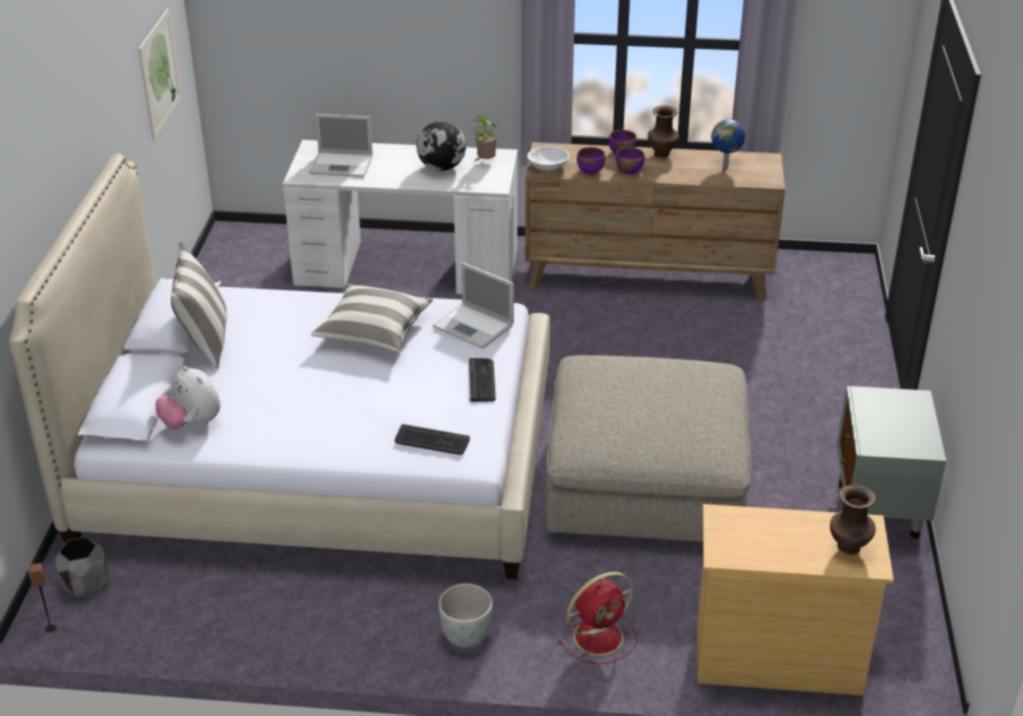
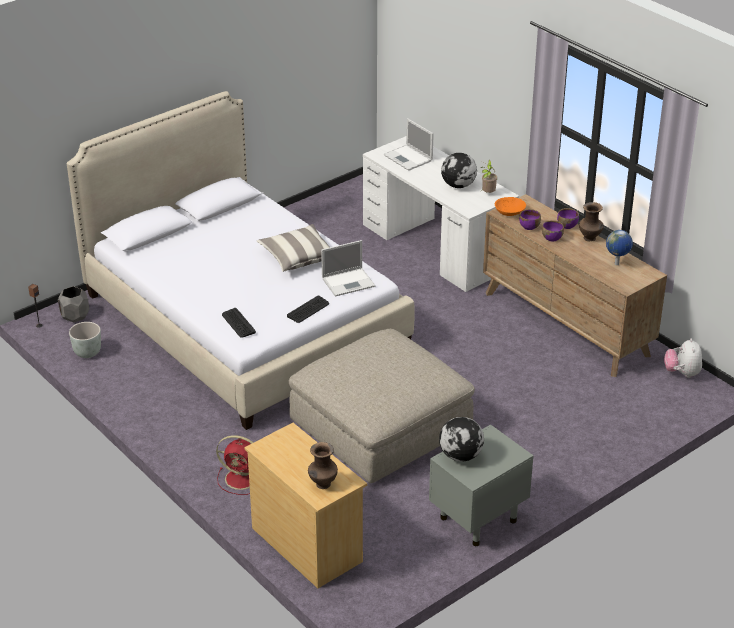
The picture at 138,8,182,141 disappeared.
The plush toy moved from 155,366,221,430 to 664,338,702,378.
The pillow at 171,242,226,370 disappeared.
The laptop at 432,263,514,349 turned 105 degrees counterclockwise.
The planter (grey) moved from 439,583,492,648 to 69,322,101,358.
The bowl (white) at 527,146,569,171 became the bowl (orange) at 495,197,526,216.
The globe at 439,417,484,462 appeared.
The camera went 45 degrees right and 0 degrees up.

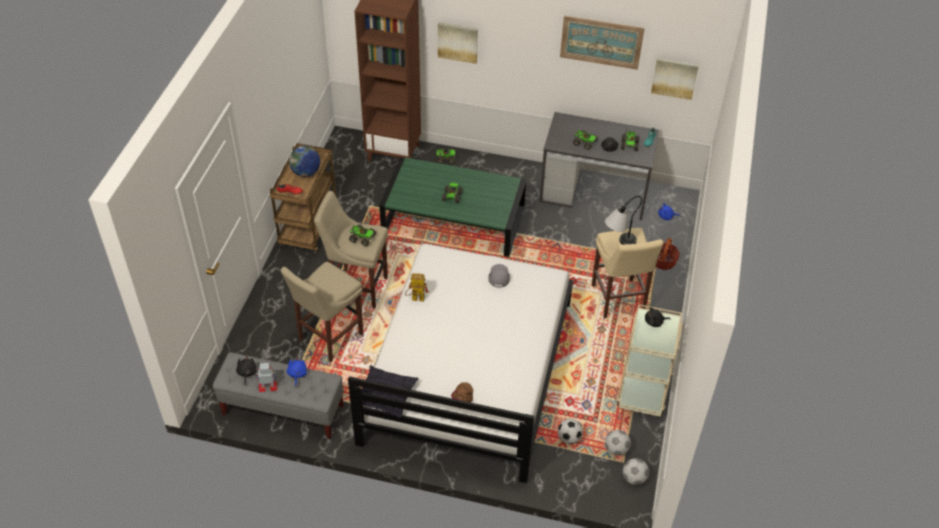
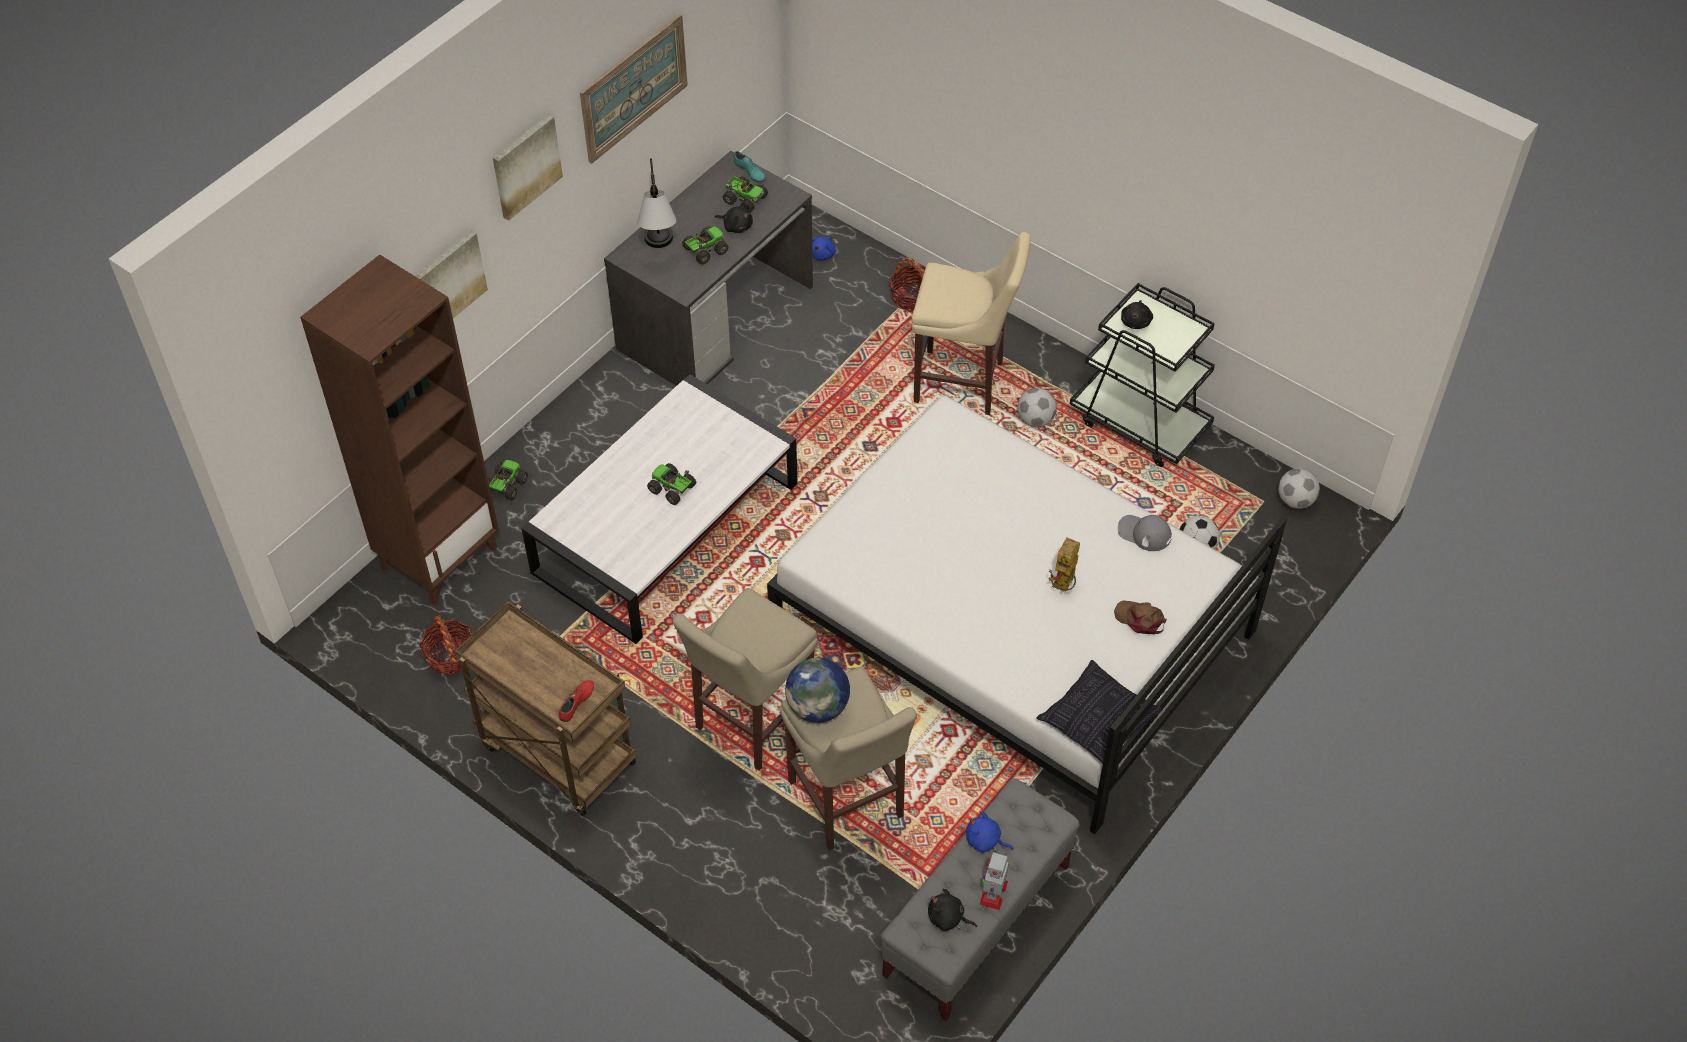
The globe moved from 289,146,320,177 to 785,658,850,723.
The toy truck at 349,225,376,247 disappeared.
The coffee table (green) at 379,157,527,257 became the coffee table (white) at 522,374,798,644.
The toy robot moved from 405,273,429,302 to 1049,538,1080,592.
The cap (grey) moved from 488,264,510,288 to 1118,515,1172,551.
The table lamp moved from 605,196,642,244 to 637,158,677,248.
The football moved from 605,430,631,456 to 1017,388,1057,427.
The cart (beige) at 616,304,683,417 became the cart (black) at 1070,283,1215,467.
The picture moved from 651,58,699,100 to 493,114,563,221.
The basket at 419,615,473,675 appeared.
The camera went 65 degrees left and 5 degrees up.

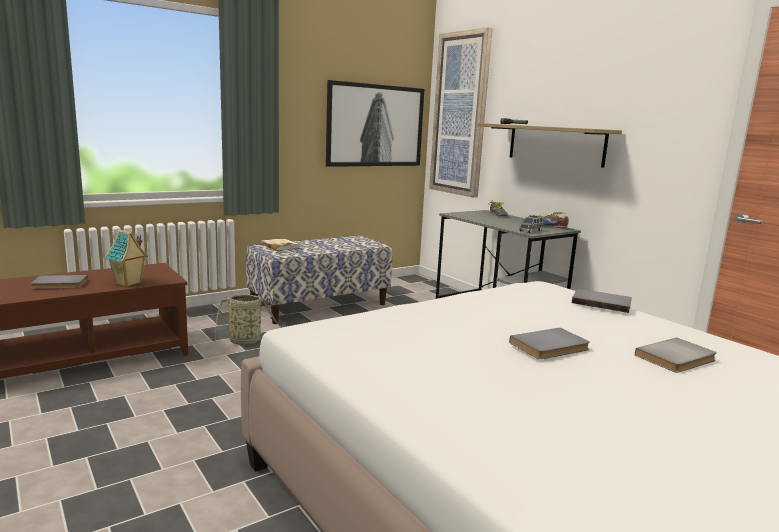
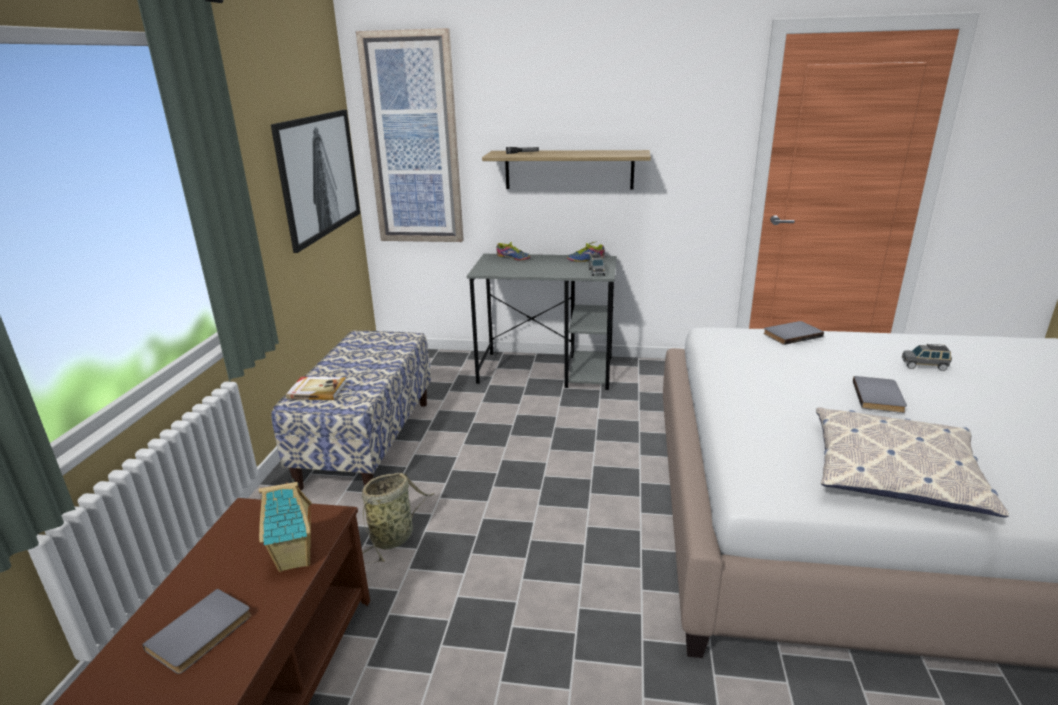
The book (grey) at 635,338,717,373 was replaced by the toy car (grey) at 902,344,952,371.
The pillow at 816,407,1009,518 appeared.
The camera went 45 degrees left and 10 degrees up.

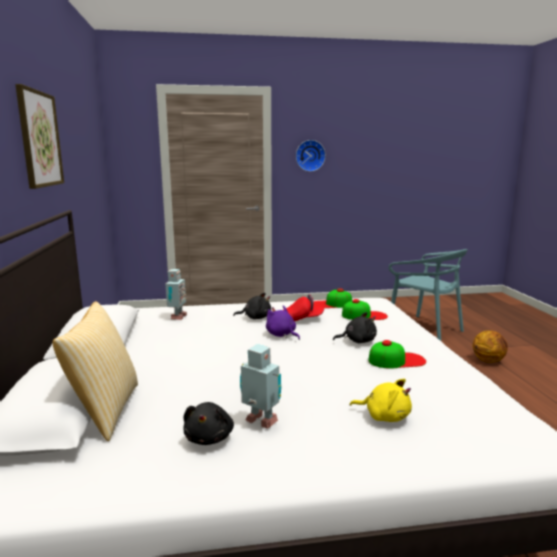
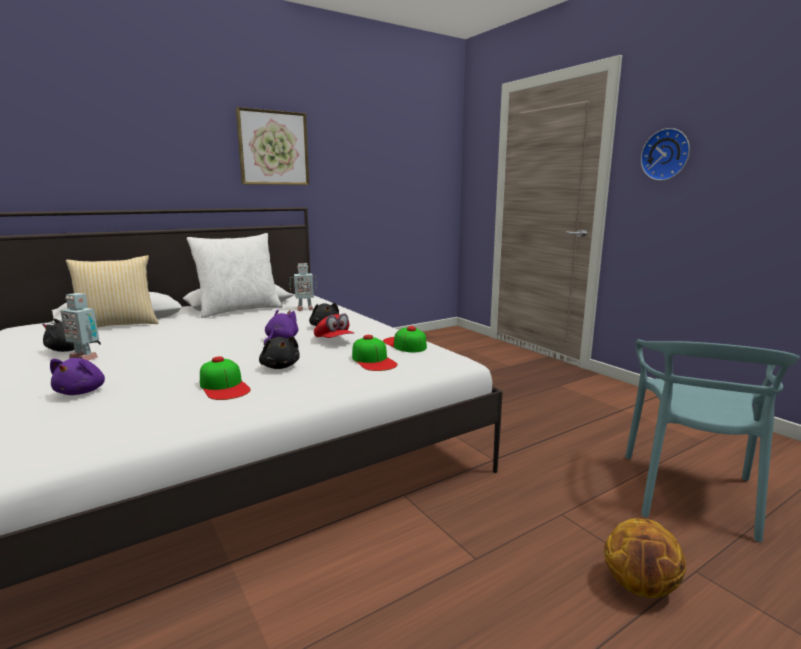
The toy robot at 240,344,281,429 turned 105 degrees clockwise.
The plush toy (yellow) at 350,379,412,422 became the plush toy (purple) at 50,358,105,395.
The pillow (white) at 187,233,283,318 appeared.
The camera went 65 degrees right and 0 degrees up.

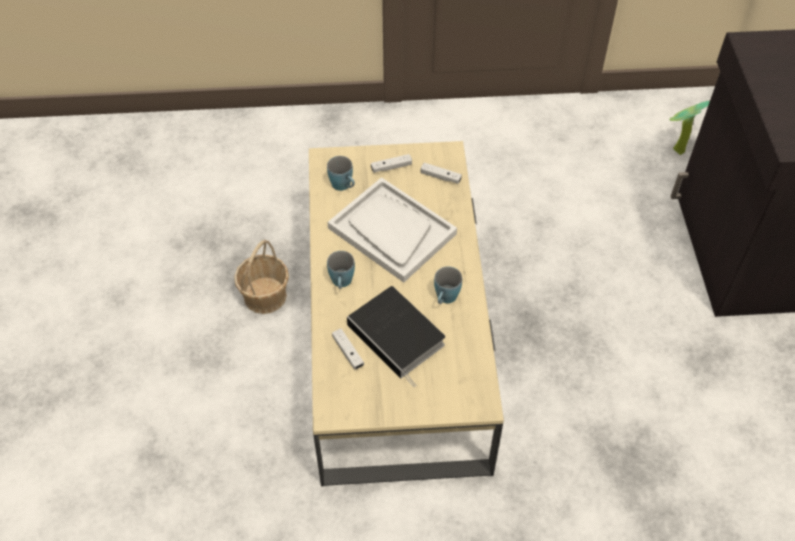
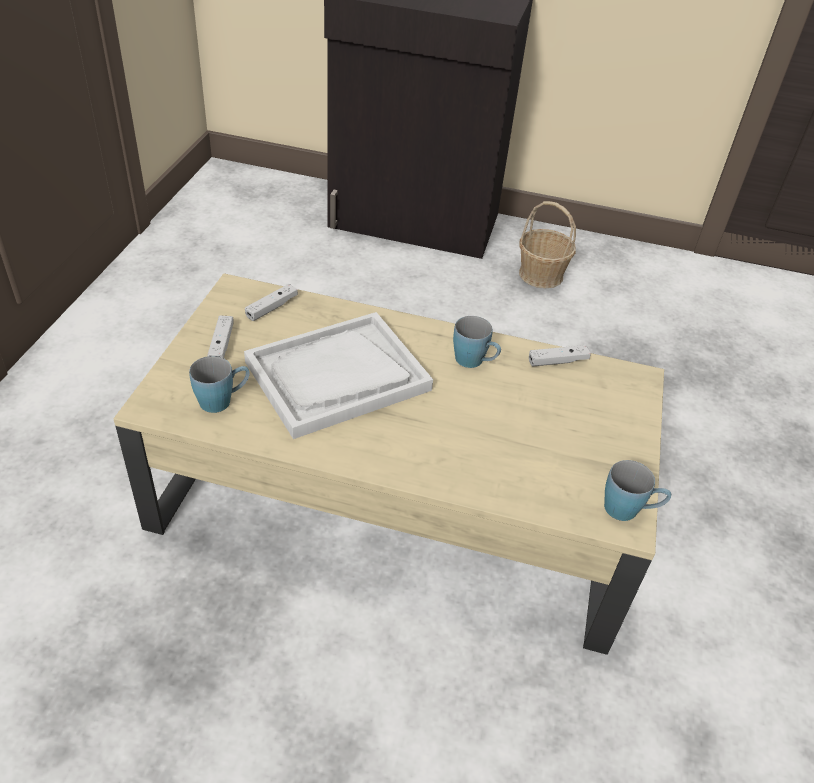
The basket moved from 234,240,289,314 to 519,201,576,288.
The mug (blue) moved from 327,251,355,289 to 604,460,671,521.
The game controller (white) moved from 332,328,364,370 to 529,345,591,366.
The book at 347,286,445,387 disappeared.
The potted plant at 669,101,710,155 disappeared.
The camera went 75 degrees left and 10 degrees down.

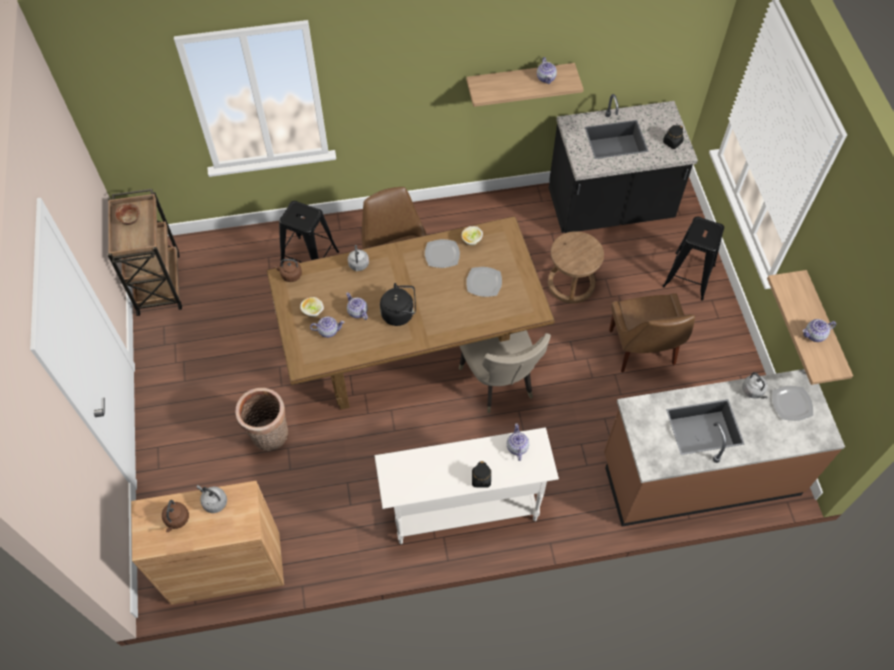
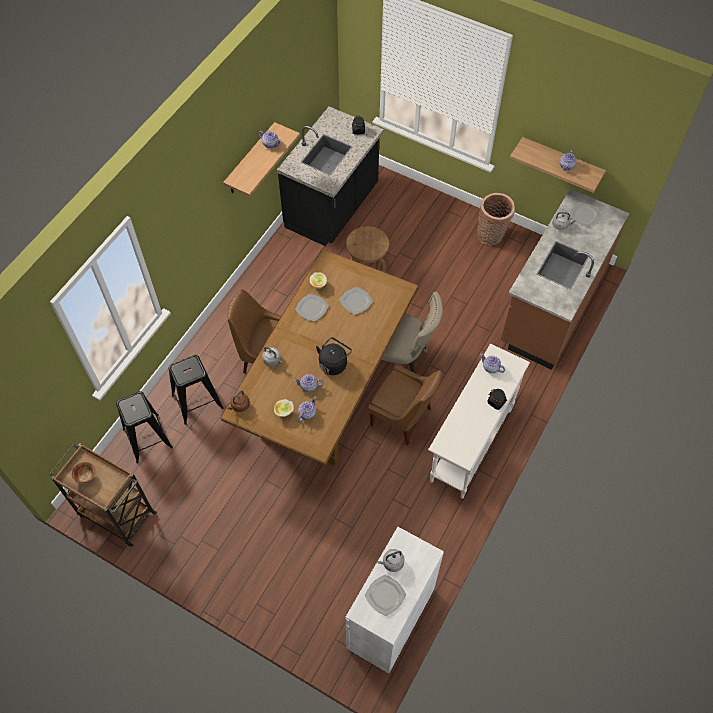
The cabinet (brown) at 131,481,284,605 became the cabinet (white) at 345,527,444,673.
The kettle (brown) at 162,500,189,532 was replaced by the plate at 365,575,406,616.
The basket moved from 235,388,288,451 to 477,193,515,245.
The chair (brown) moved from 609,293,695,372 to 368,365,442,446.
The stool (black) moved from 663,216,724,300 to 116,391,173,463.
The camera went 50 degrees left and 0 degrees up.

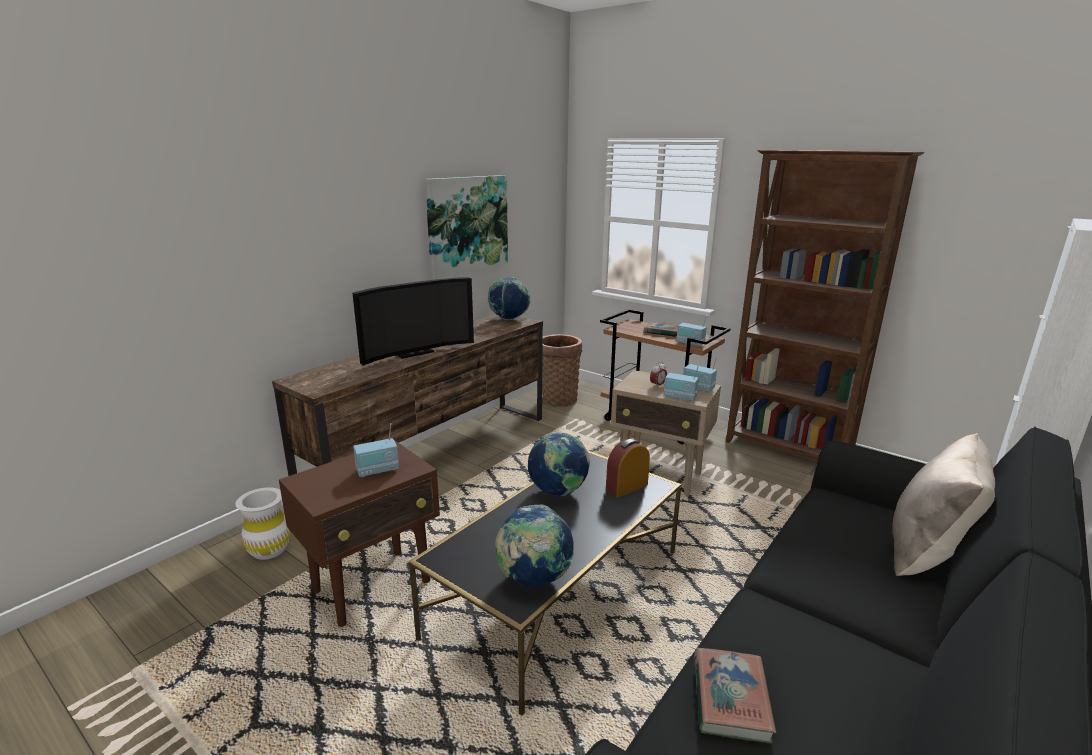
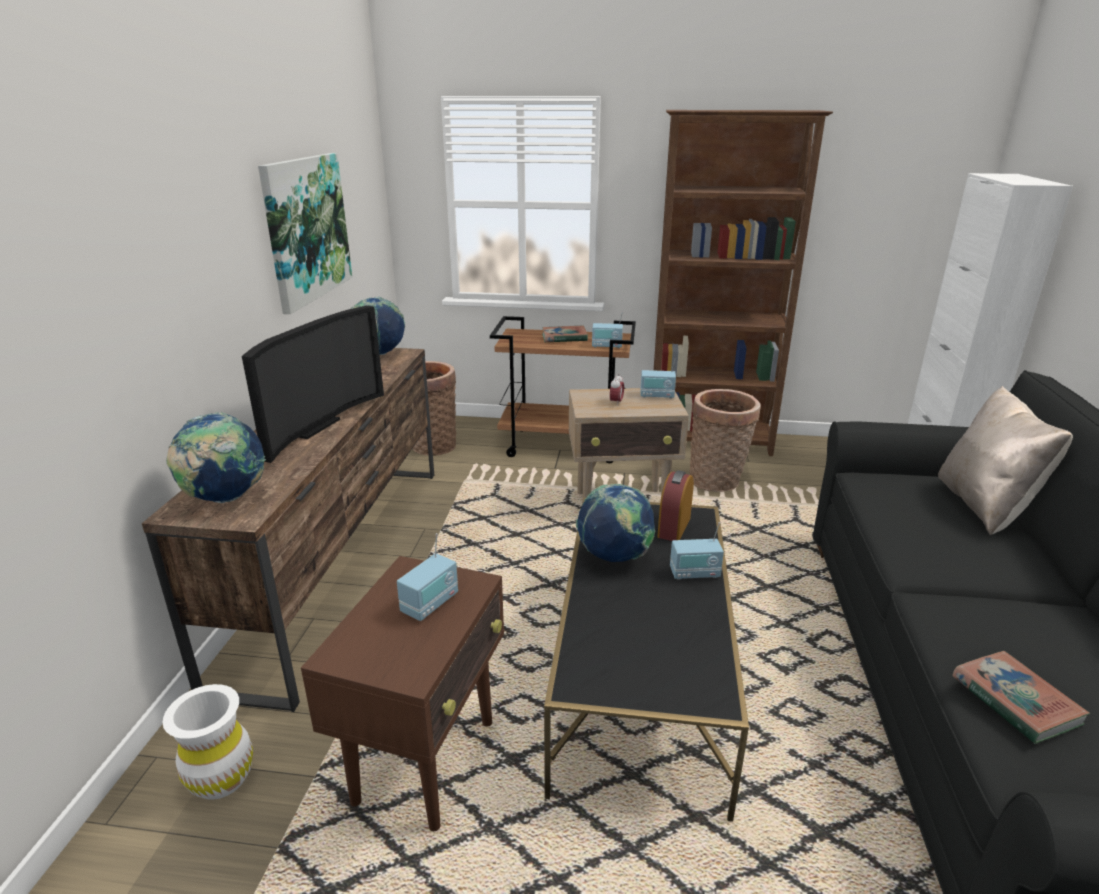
The globe moved from 495,504,574,587 to 166,412,266,503.
The radio moved from 664,365,699,401 to 670,522,724,580.
The basket at 690,389,761,492 appeared.
The camera went 30 degrees left and 5 degrees up.

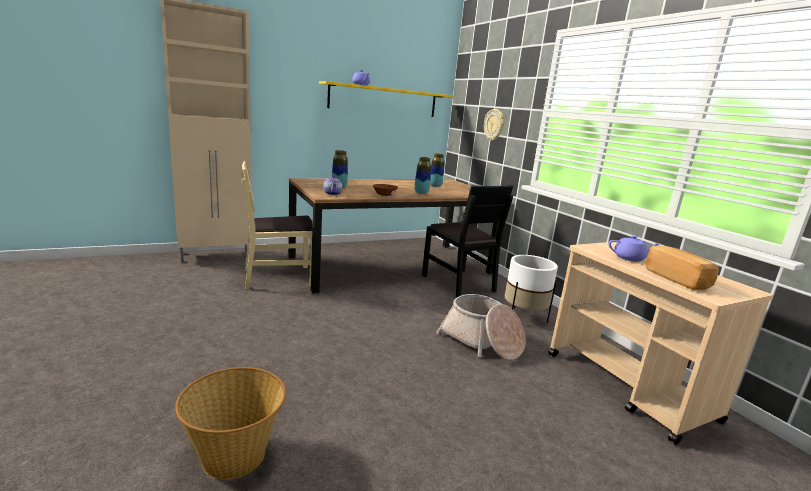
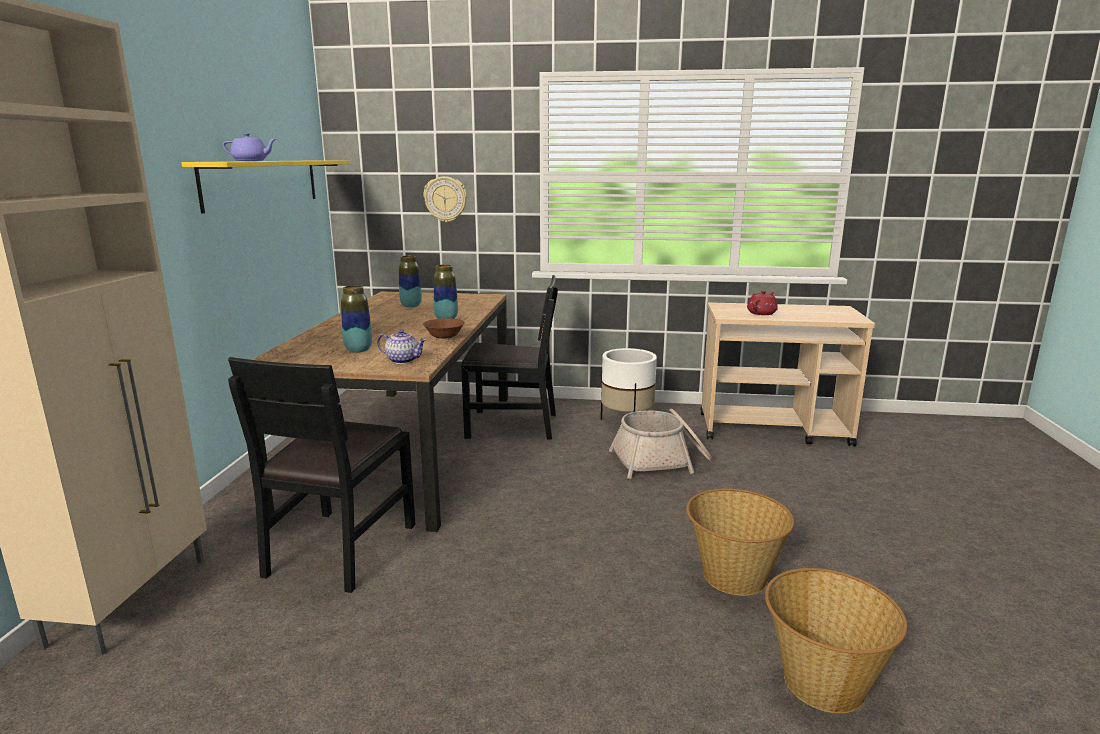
The chair (beige) at 241,161,313,289 became the chair (black) at 228,357,415,593.
The teapot (purple) at 608,235,660,262 became the teapot (red) at 747,291,778,315.
The bread at 646,245,719,290 disappeared.
The basket at 686,488,794,596 appeared.
The camera went 55 degrees left and 0 degrees up.

